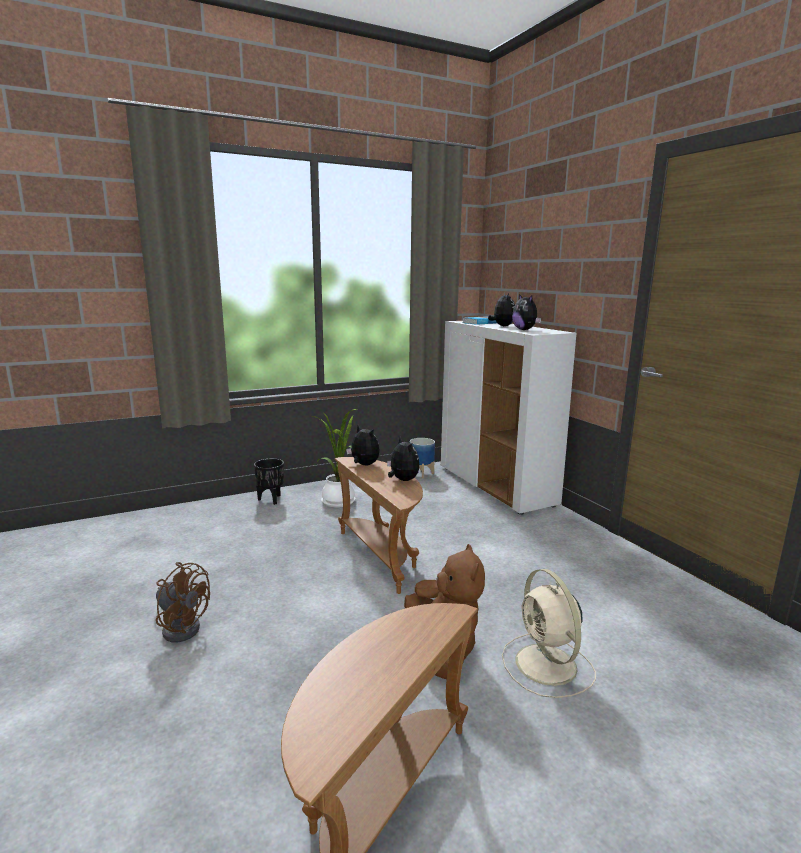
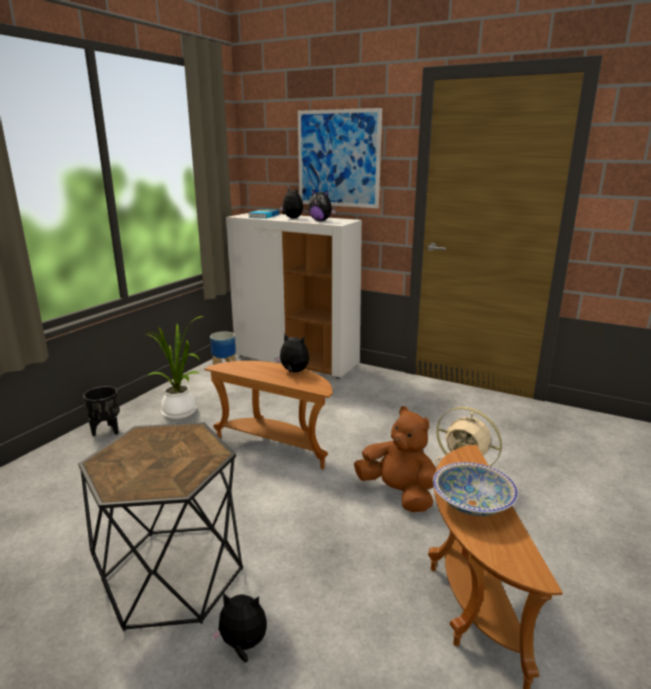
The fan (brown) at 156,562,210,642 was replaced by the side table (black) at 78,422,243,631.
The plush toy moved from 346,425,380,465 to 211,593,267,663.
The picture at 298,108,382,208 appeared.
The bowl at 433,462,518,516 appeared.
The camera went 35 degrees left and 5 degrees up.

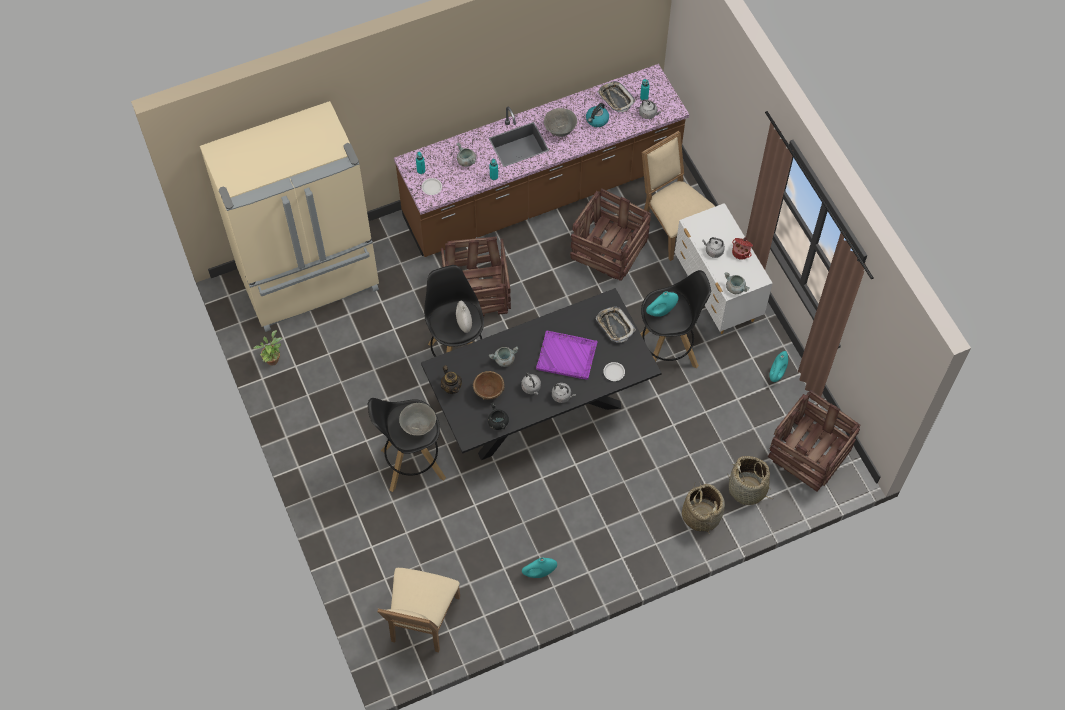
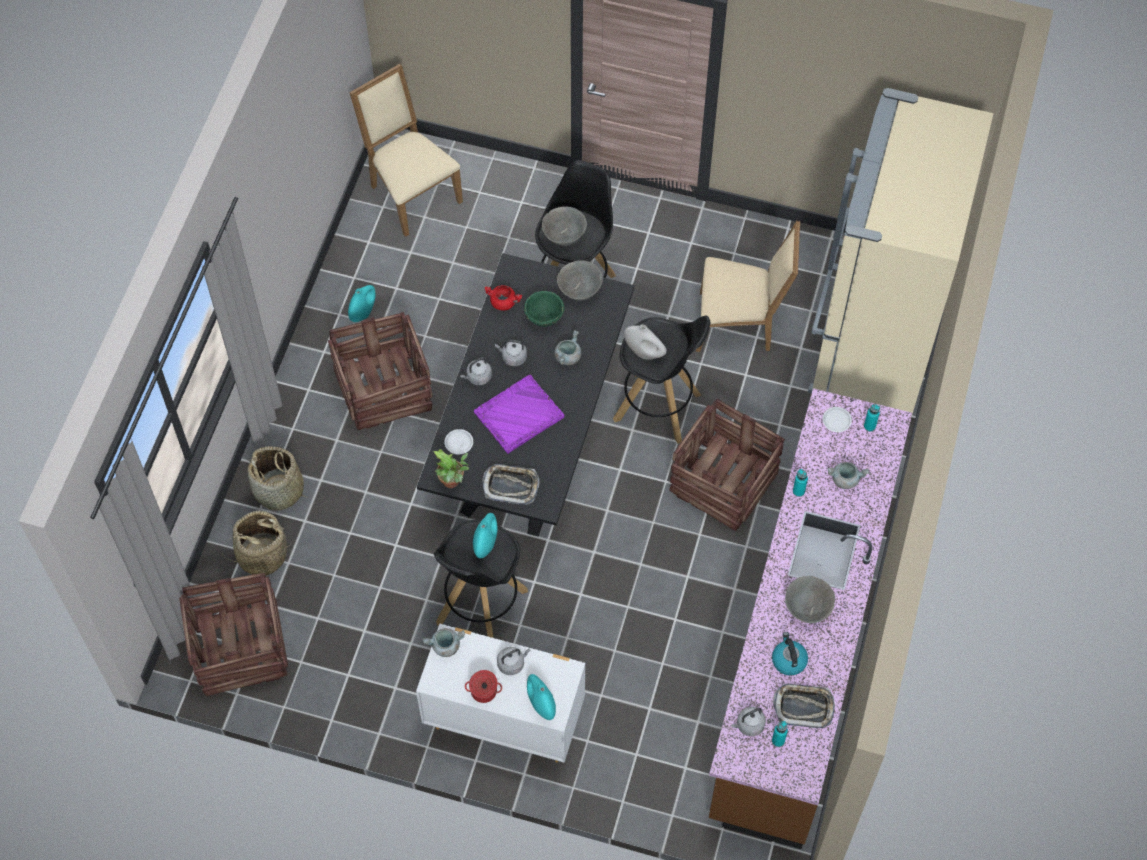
The potted plant moved from 254,330,282,366 to 433,449,469,488.
The teapot at 441,365,462,394 was replaced by the bowl (grey) at 557,260,603,301.
The bowl (brown) at 473,371,505,400 became the bowl (green) at 524,291,565,327.
The cooking pot (black) at 488,402,509,430 became the cooking pot (red) at 484,285,522,311.
The crate moved from 570,188,651,281 to 328,312,433,430.
The chair (beige) moved from 642,131,716,261 to 696,221,800,352.
The vase (turquoise) moved from 769,351,788,382 to 527,674,556,720.
The camera went 130 degrees right and 0 degrees up.

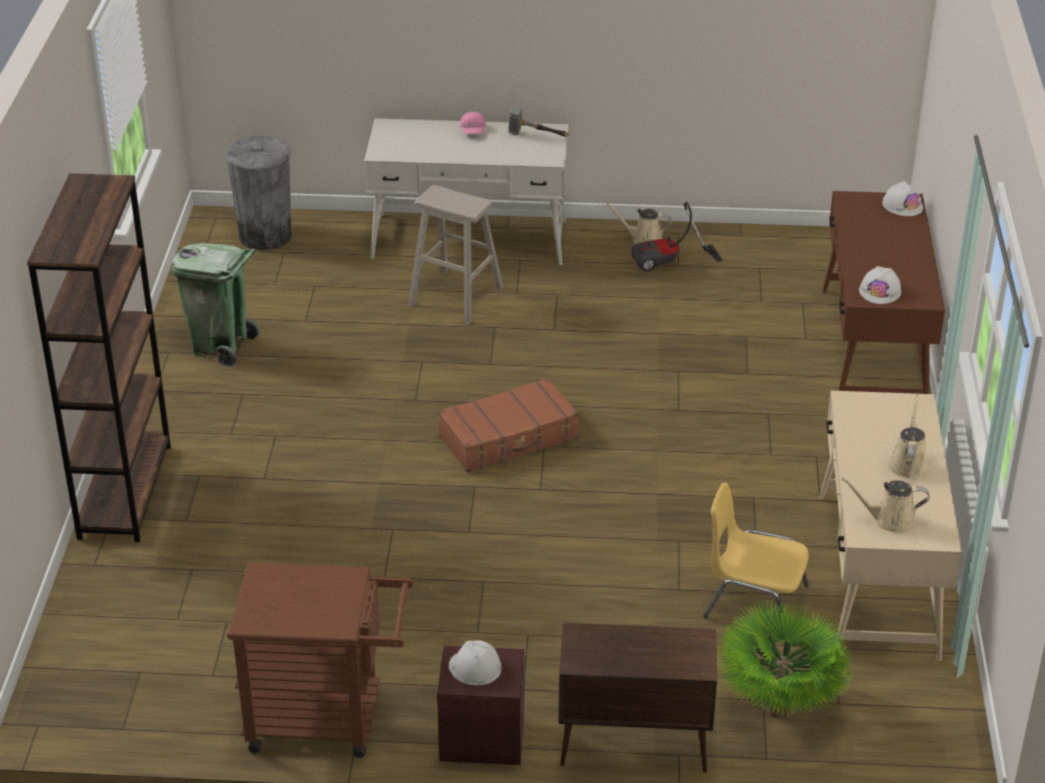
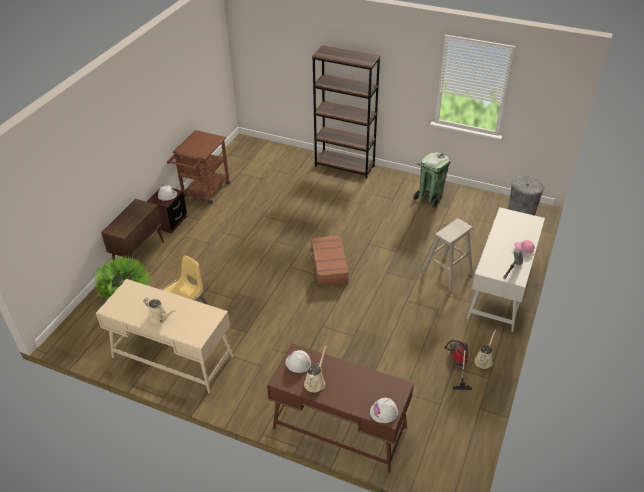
The watering can (beige) moved from 841,478,930,534 to 304,345,327,393.
The camera went 110 degrees right and 5 degrees up.

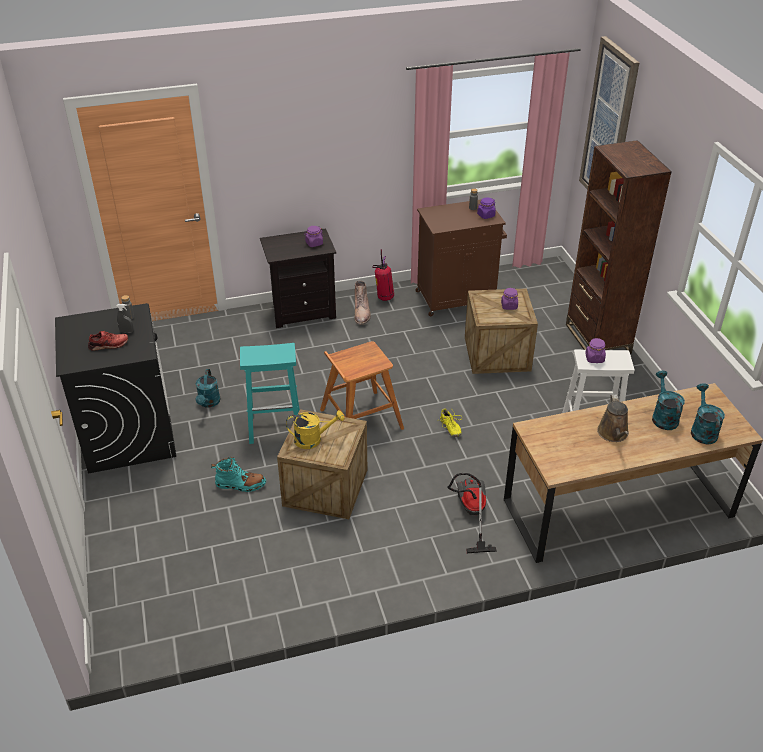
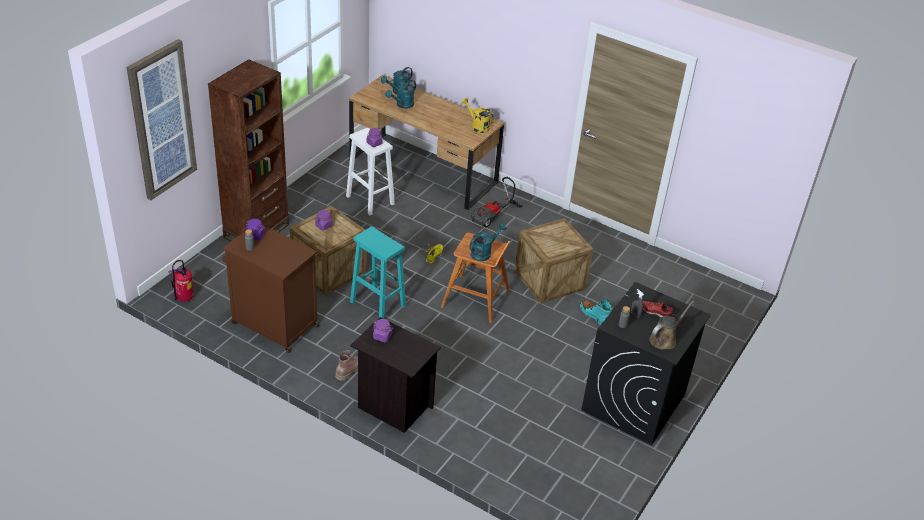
The watering can (turquoise) moved from 196,369,221,408 to 470,223,506,261.
The stool (turquoise) moved from 240,343,300,444 to 350,226,406,318.
The watering can (yellow) moved from 286,410,345,449 to 462,98,494,133.
The fire extinguisher moved from 372,249,394,301 to 168,260,194,302.
The watering can (brown) moved from 597,395,629,442 to 650,301,695,350.
The camera went 135 degrees left and 0 degrees up.

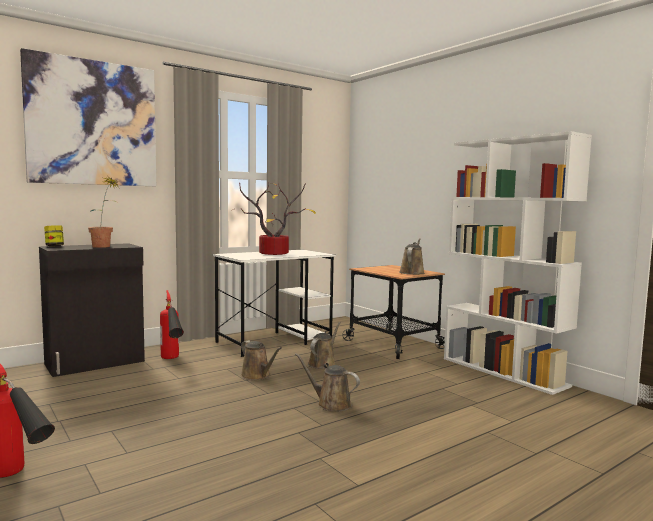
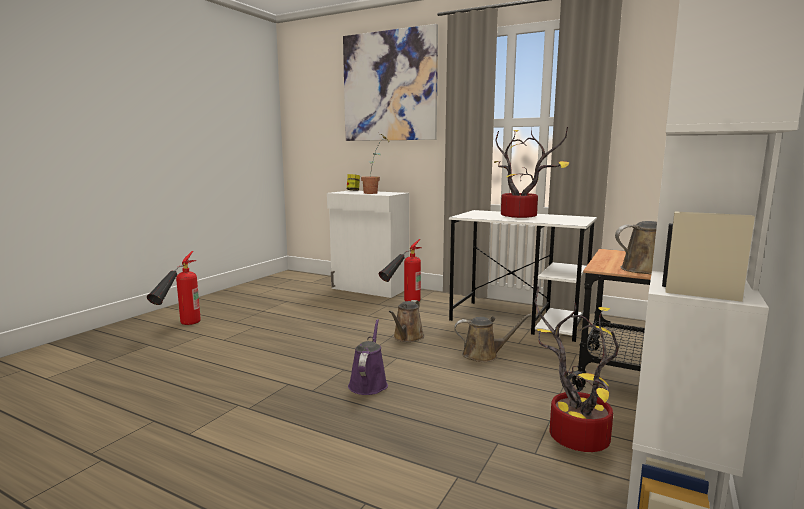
The cabinet (black) at 39,243,145,377 became the cabinet (white) at 327,190,409,298.
The watering can (brown) at 295,353,360,412 became the watering can (purple) at 348,319,388,395.
The potted plant at 534,287,619,452 appeared.
The camera went 65 degrees right and 5 degrees up.

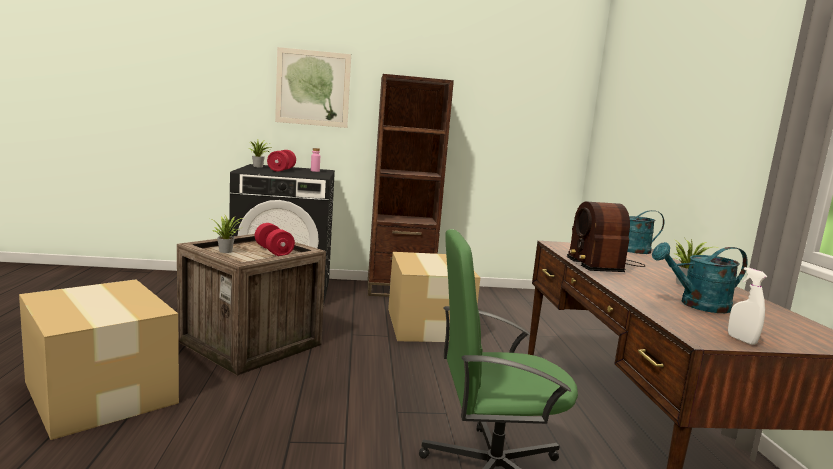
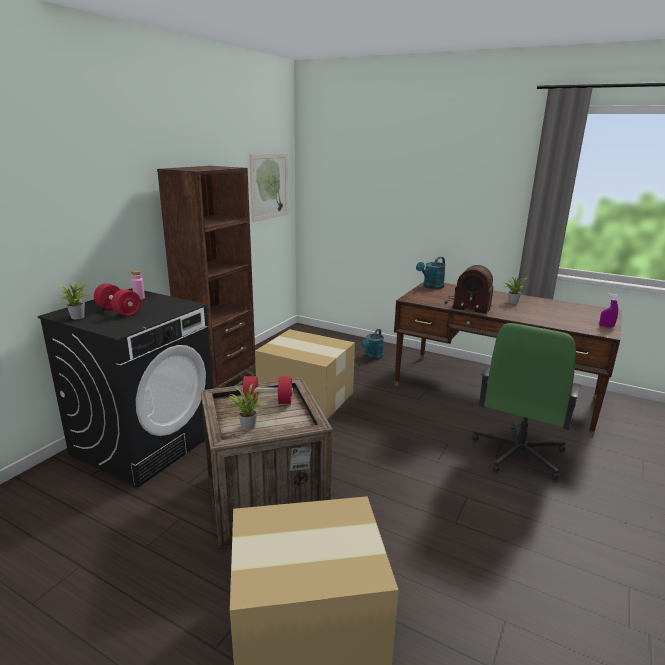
The picture moved from 275,47,351,128 to 249,153,289,222.
The watering can (turquoise) moved from 652,242,748,313 to 361,329,384,359.
The spray bottle (white) at 728,267,768,345 became the spray bottle (purple) at 599,293,619,327.
The camera went 55 degrees left and 10 degrees up.

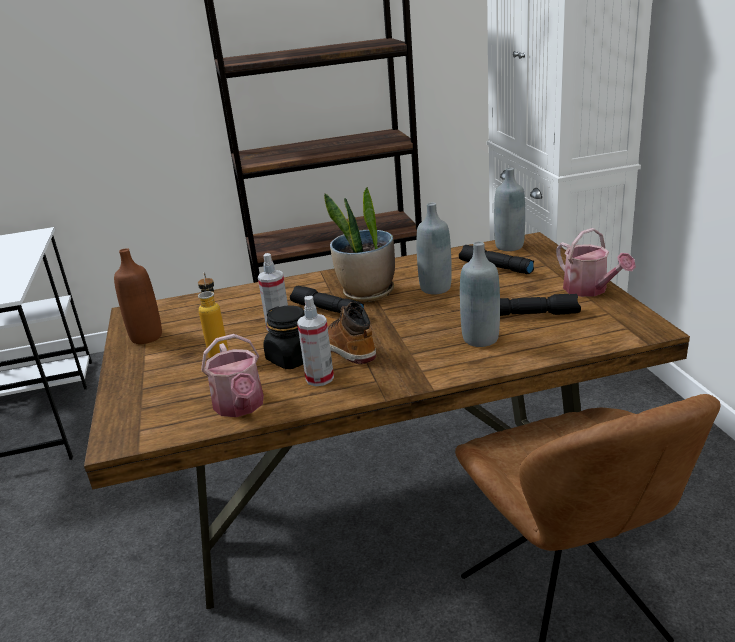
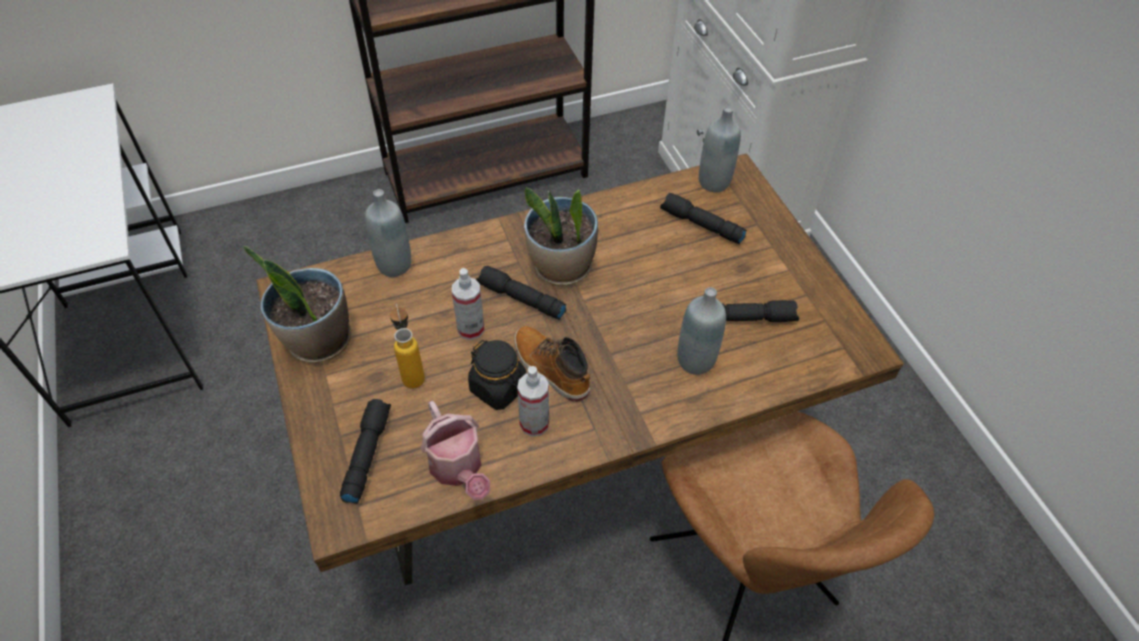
The bottle (brown) at 114,248,162,344 was replaced by the potted plant at 243,245,351,363.
The bottle (grey) moved from 416,203,452,295 to 365,189,411,277.
The watering can at 556,228,636,297 disappeared.
The flashlight (black) at 340,399,391,504 appeared.
The camera went 10 degrees left and 25 degrees up.

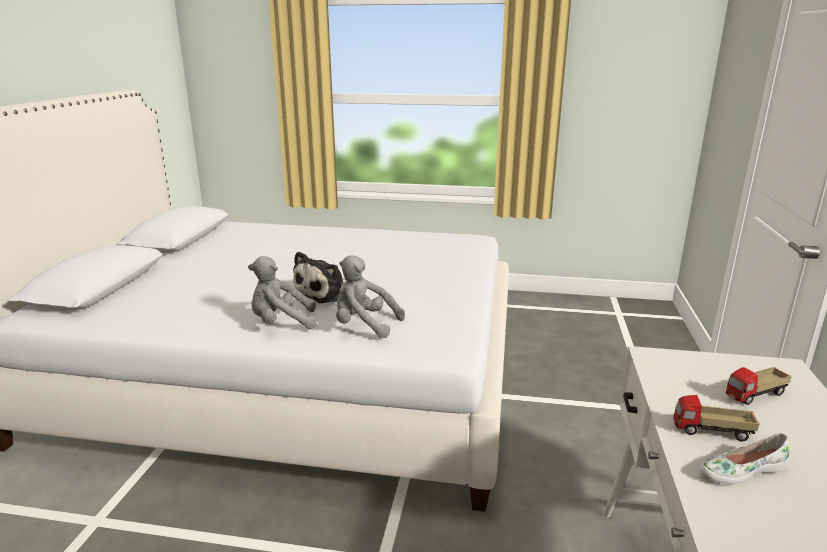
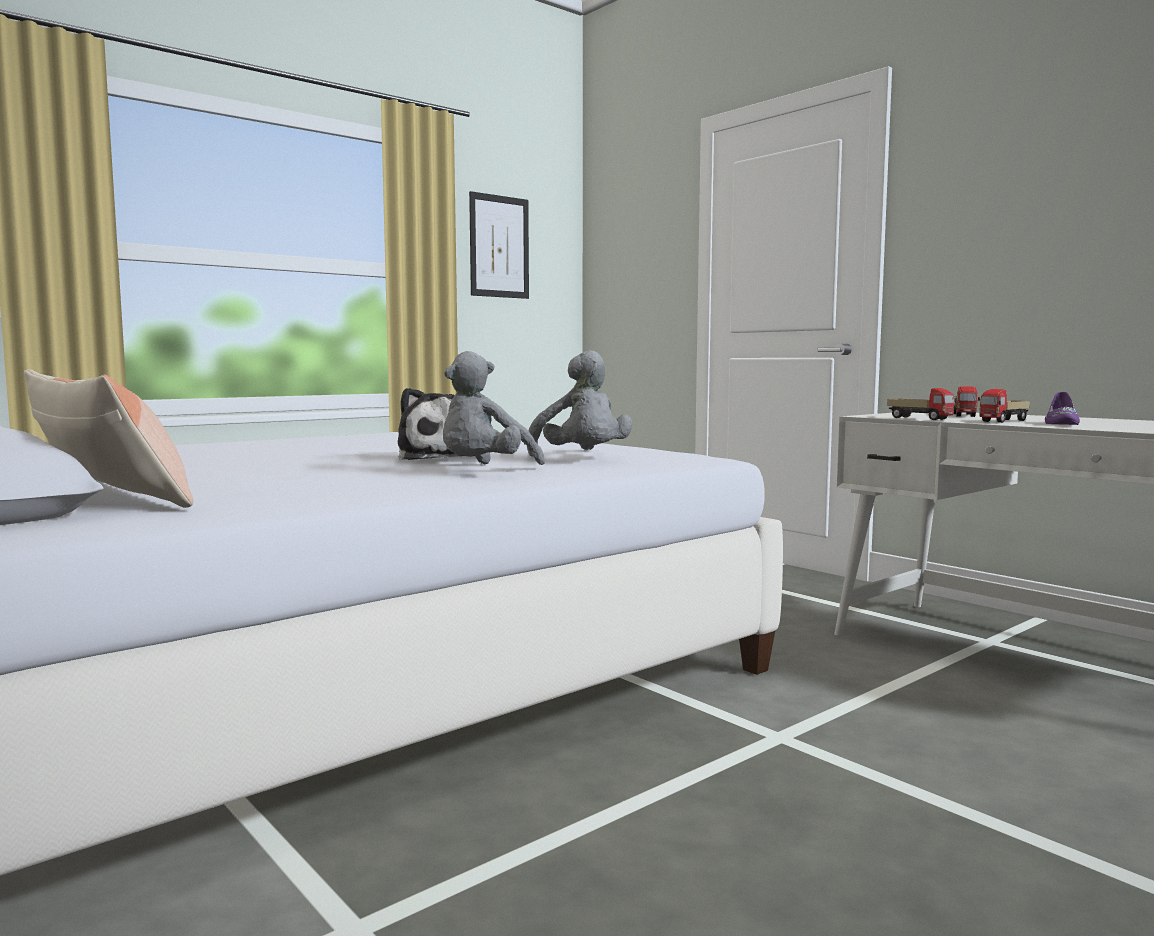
The plush toy (grey) at 336,255,405,338 turned 90 degrees counterclockwise.
The shoe (white) at 700,433,790,484 became the shoe (purple) at 1045,392,1080,425.
The pillow at 24,369,193,508 appeared.
The picture at 469,191,529,299 appeared.
The toy truck at 887,388,957,420 appeared.
The camera went 50 degrees left and 15 degrees down.

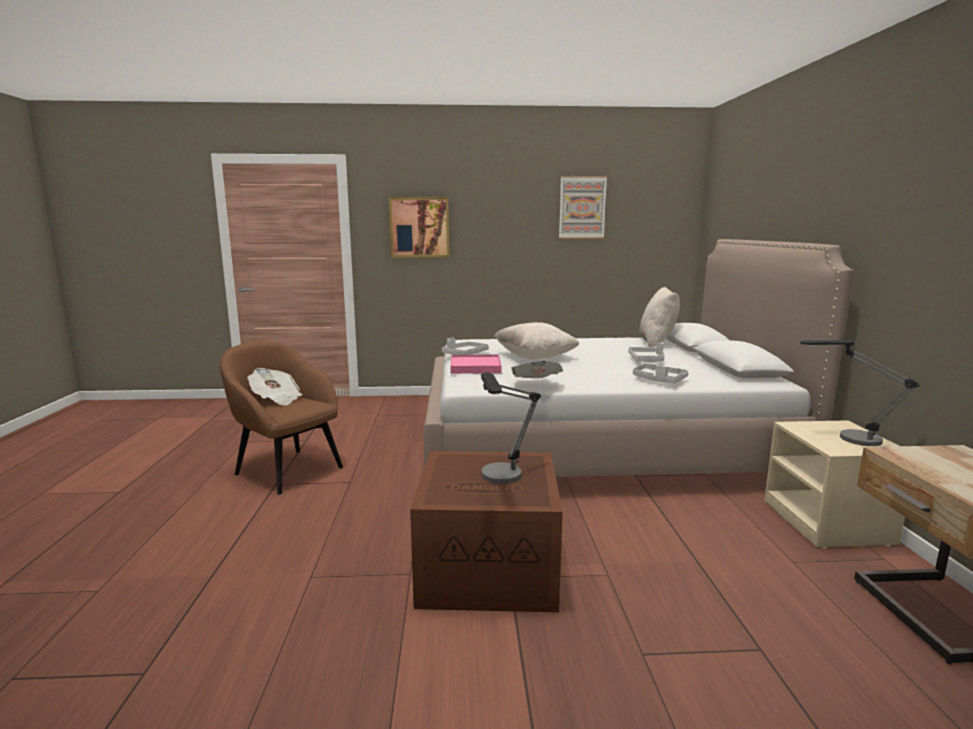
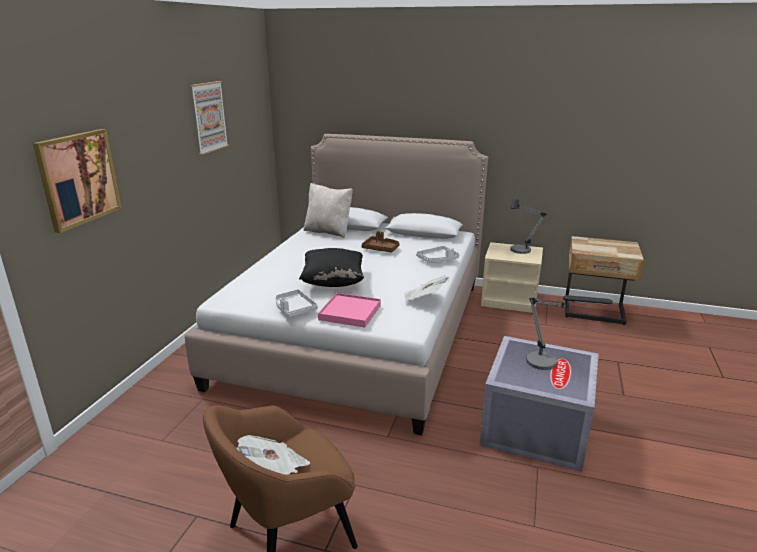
The storage box (brown) at 410,451,563,612 became the storage box (grey) at 480,336,599,472.
The pillow (beige) at 494,322,579,359 became the pillow (black) at 299,248,364,287.
The tray (grey) at 628,342,665,362 became the tray (brown) at 361,231,399,253.
The camera went 70 degrees left and 10 degrees up.

